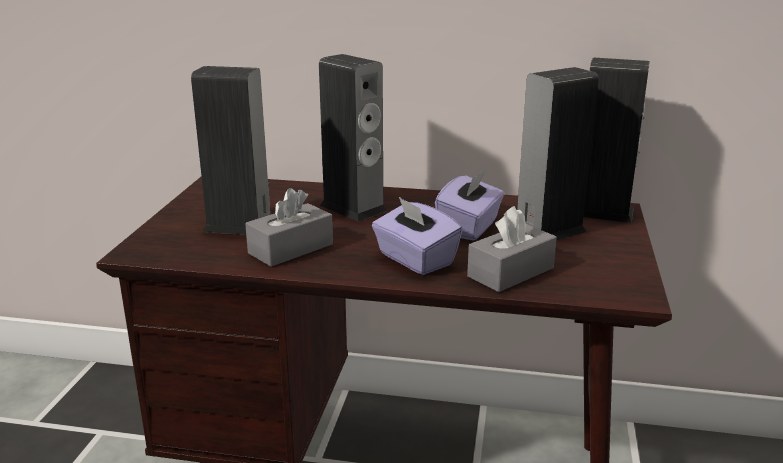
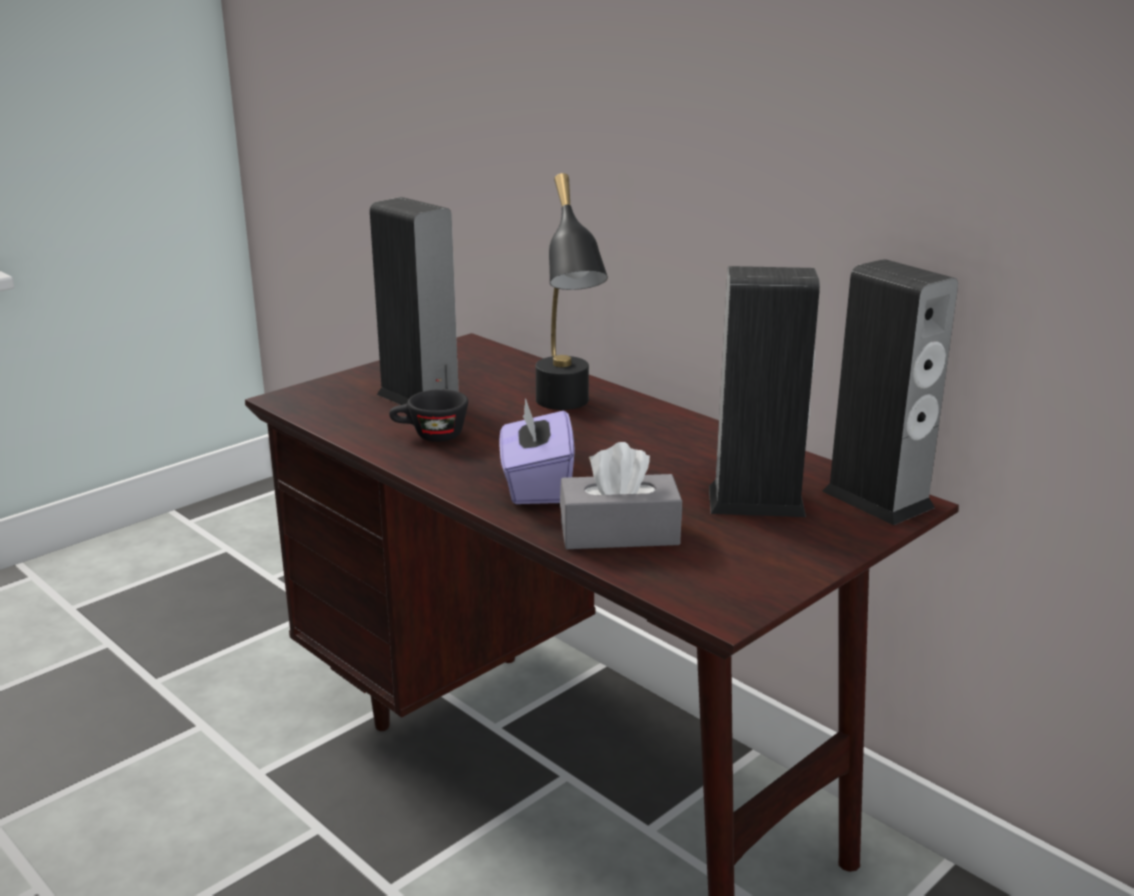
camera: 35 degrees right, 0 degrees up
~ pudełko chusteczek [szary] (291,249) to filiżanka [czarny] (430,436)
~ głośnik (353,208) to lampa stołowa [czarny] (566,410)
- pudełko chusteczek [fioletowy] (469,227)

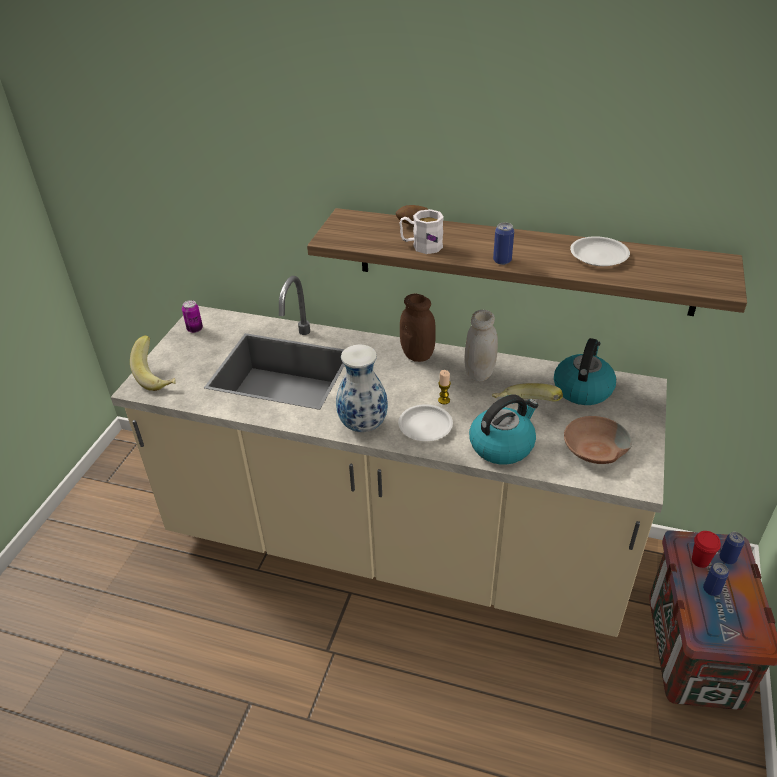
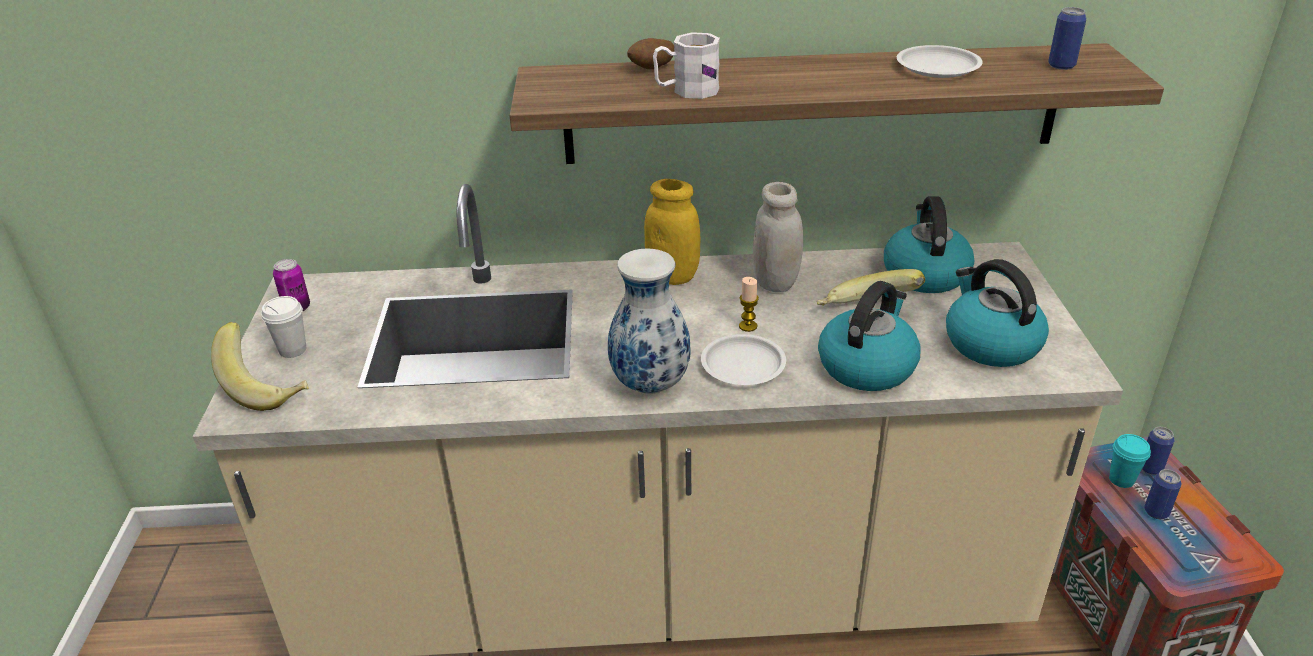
camera: 20 degrees left, 5 degrees down
~ słoik [brązowy] (417,355) to słoik [żółty] (673,276)
~ puszka (502,260) to (1061,66)
~ miska [brązowy] (593,449) to czajnik (990,343)
~ filiżanka [czerwony] (700,561) to filiżanka [turkusowy] (1121,480)
+ filiżanka [biały] (293,350)

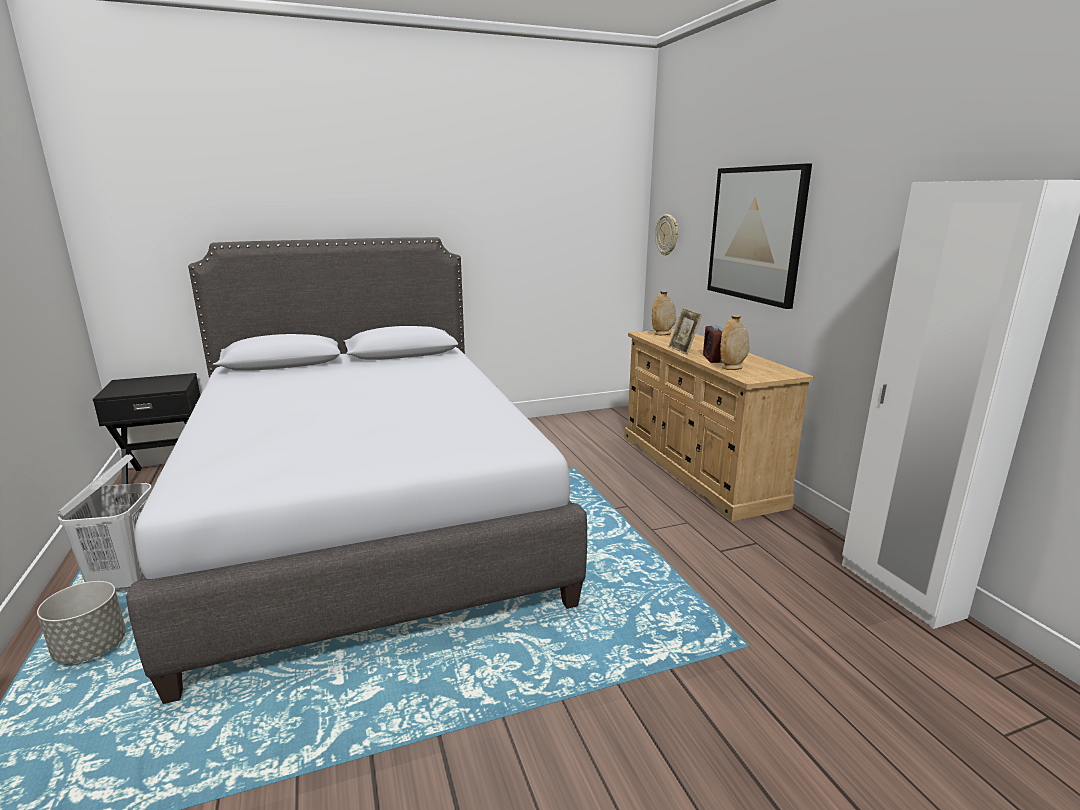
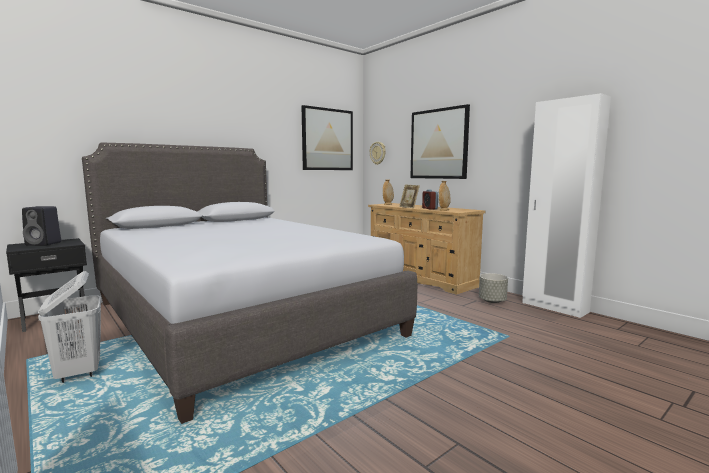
camera: 20 degrees left, 10 degrees down
~ donica [szary] (90,649) to (492,301)
+ głośnik [czarny] (44,244)
+ obraz (327,139)

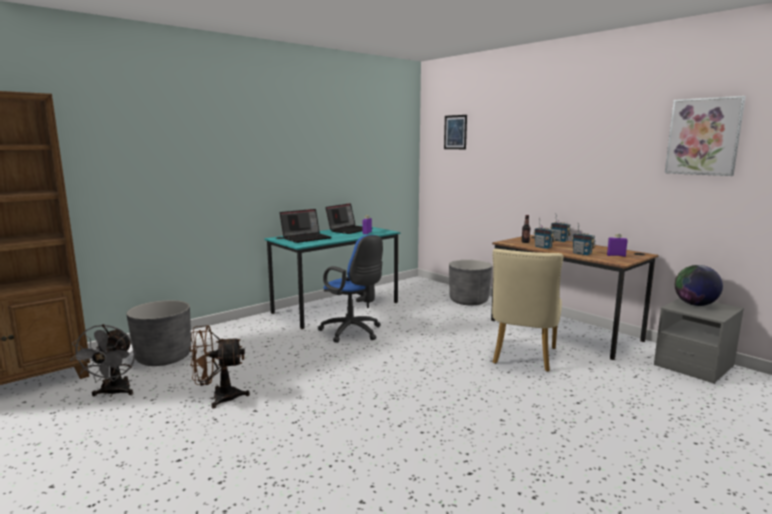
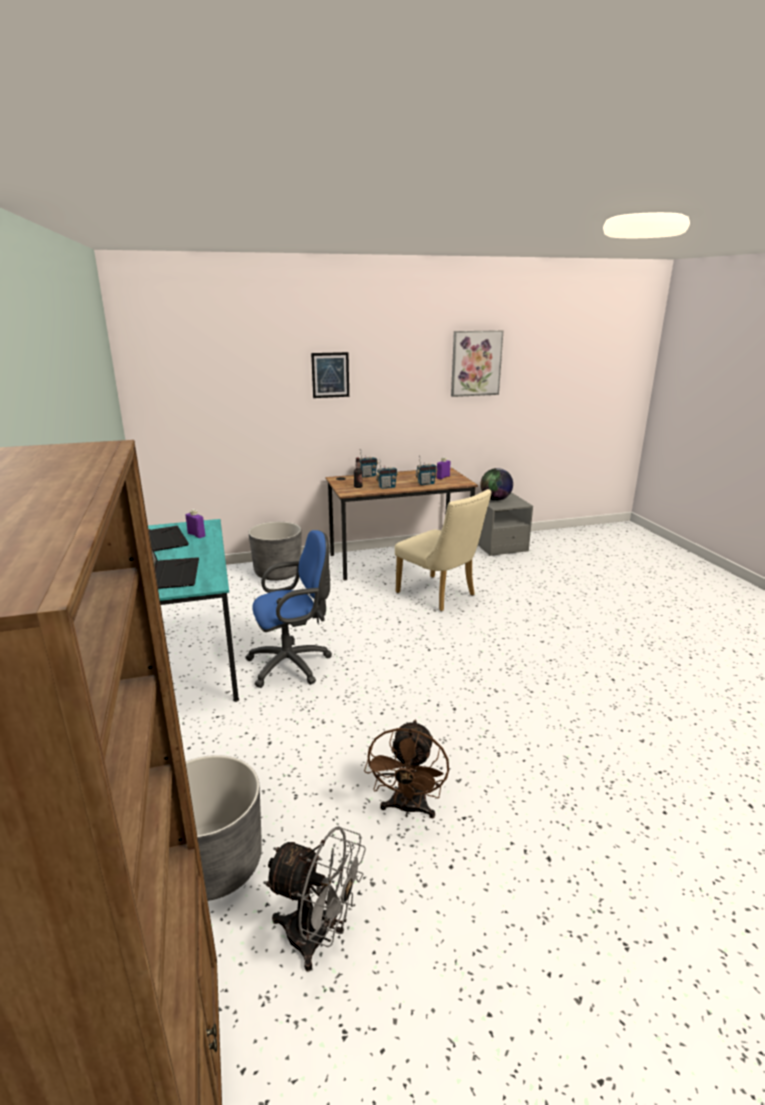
camera: 65 degrees left, 10 degrees up
~ obraz (455,132) to (330,375)

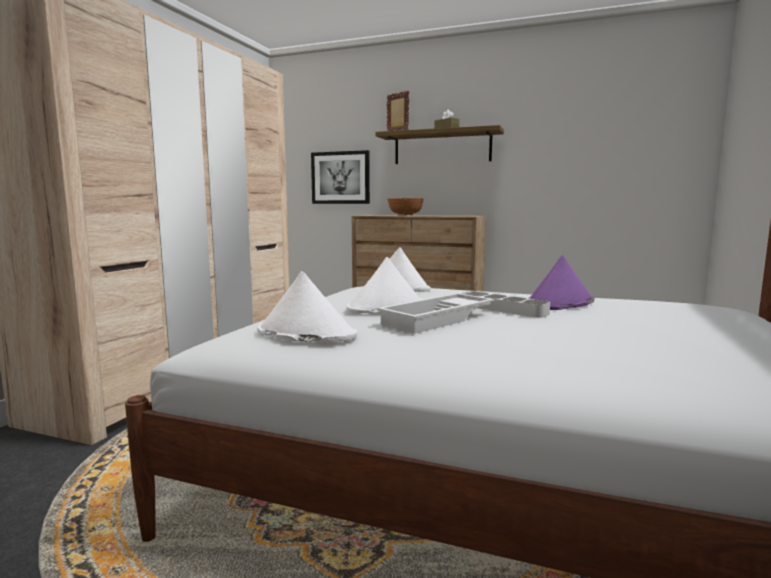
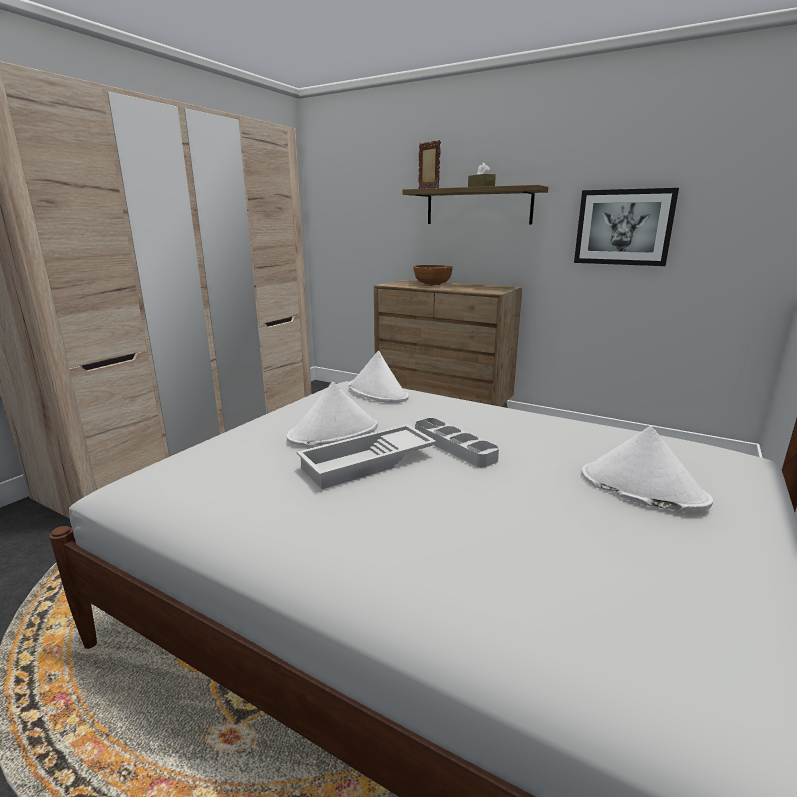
camera: 10 degrees right, 10 degrees up
~ kapelusz [biały] (305,333) to (641,488)
~ obraz (340,178) to (623,227)
- kapelusz [fioletowy] (559,303)

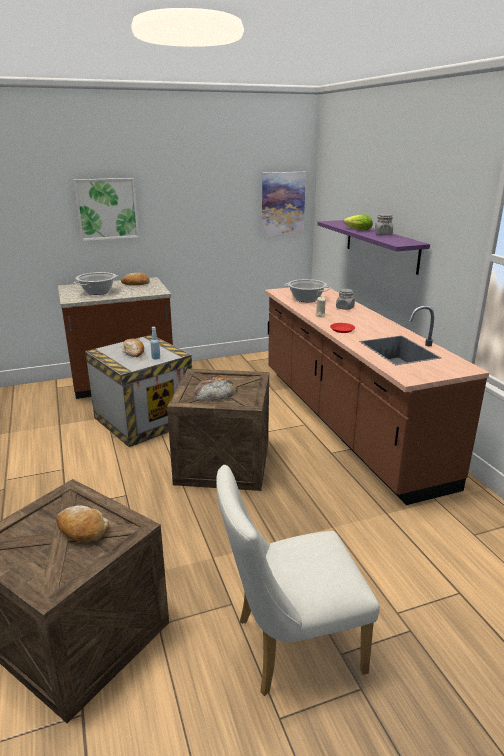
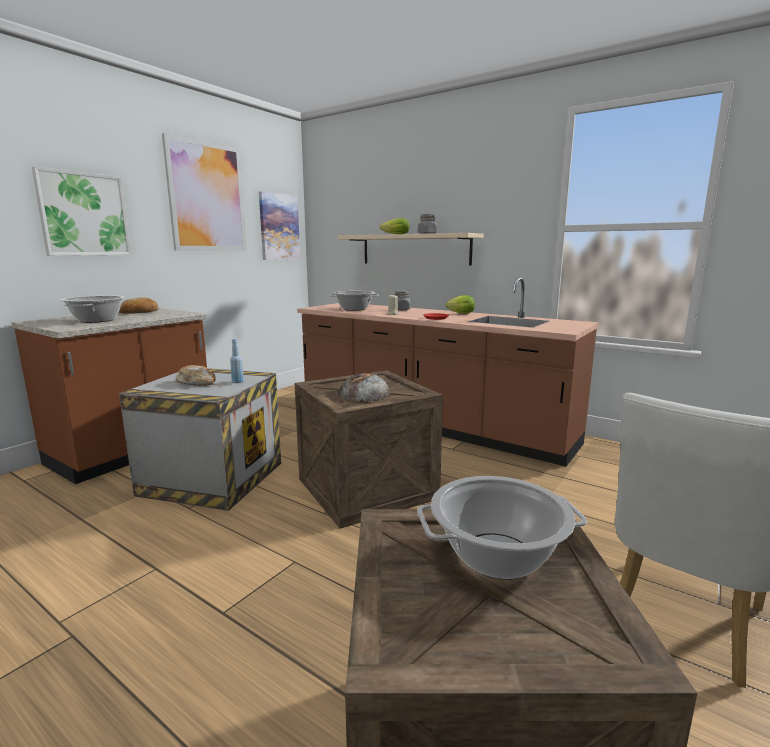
camera: 35 degrees left, 10 degrees down
~ chleb (82,530) to garnek (497,556)
~ półka [fioletowy] (381,245) to półka [beżowy] (415,249)
+ obraz (207,197)
+ sałata (459,313)

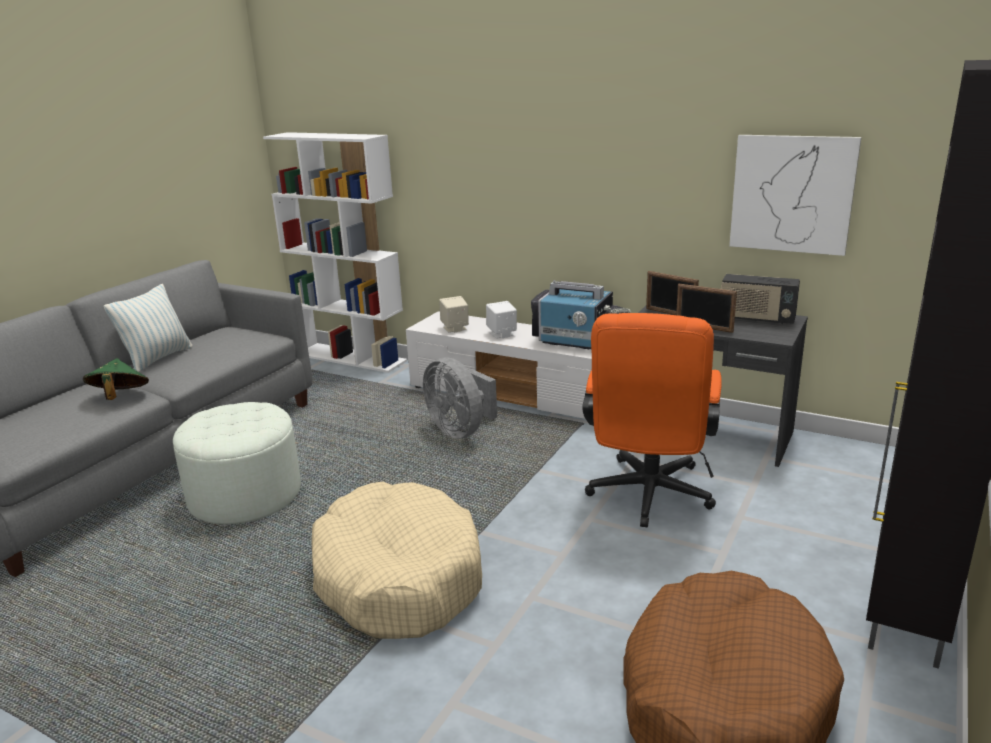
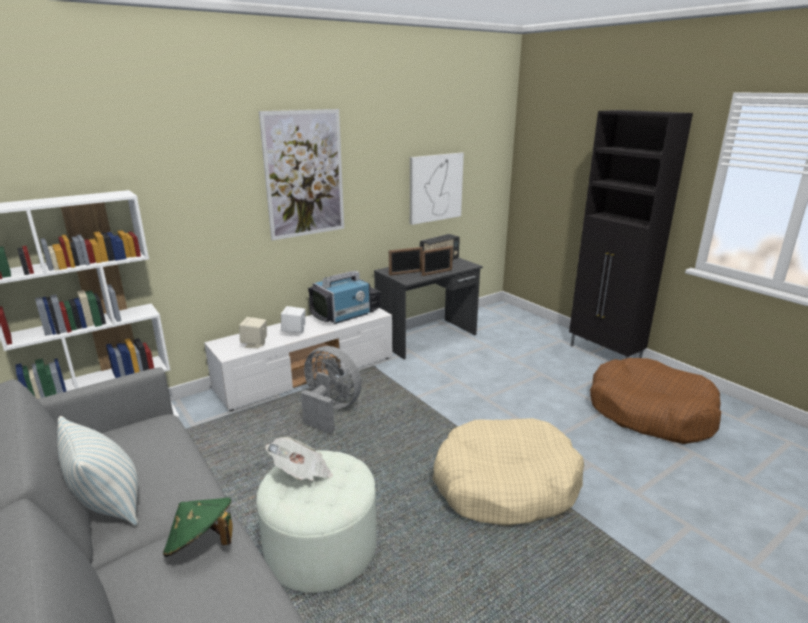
camera: 65 degrees left, 0 degrees up
~ wentylator [szary] (461,430) = (330,410) 135 degrees counterclockwise
- krzesło biurowe [pomarańczowy] (648,498)
+ obraz (304,174)
+ gazeta (301,473)

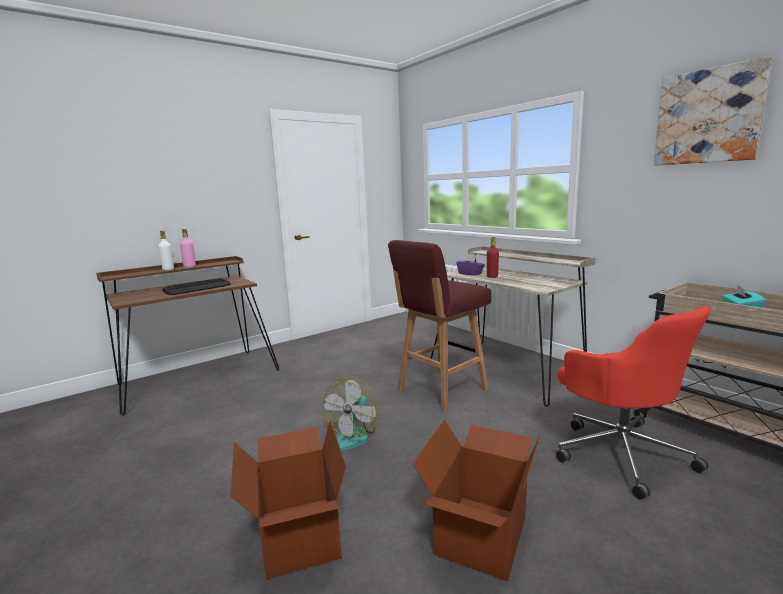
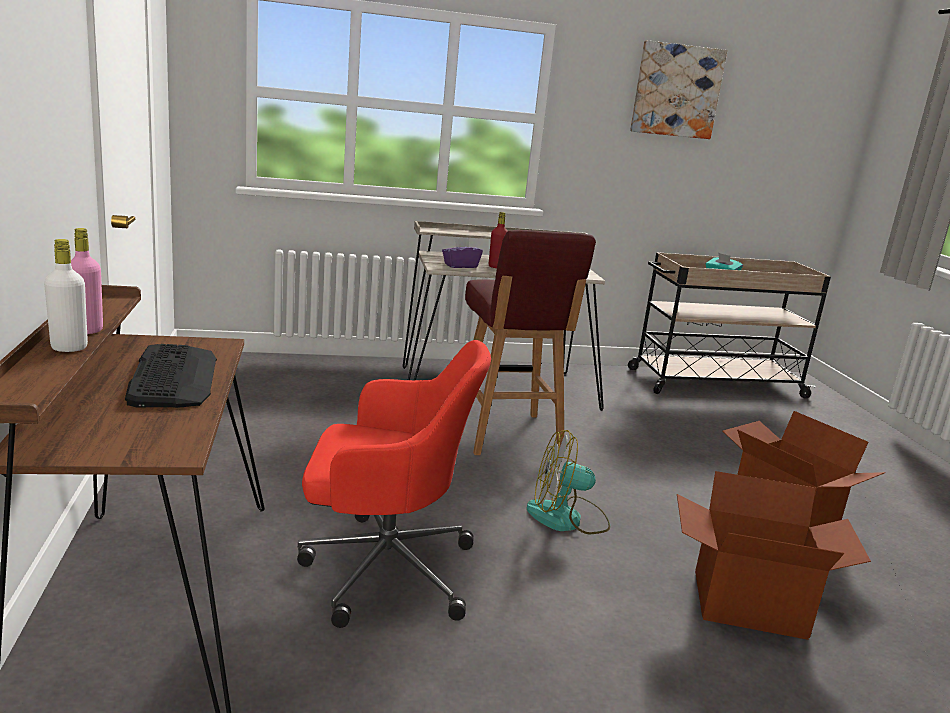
camera: 65 degrees left, 5 degrees up
~ wentylator (352,435) = (567,518) 135 degrees clockwise
~ krzesło biurowe [czerwony] (620,452) to (383,569)

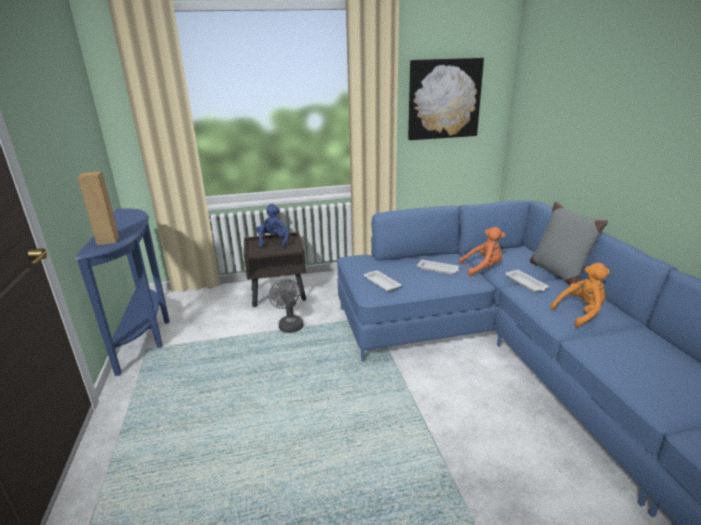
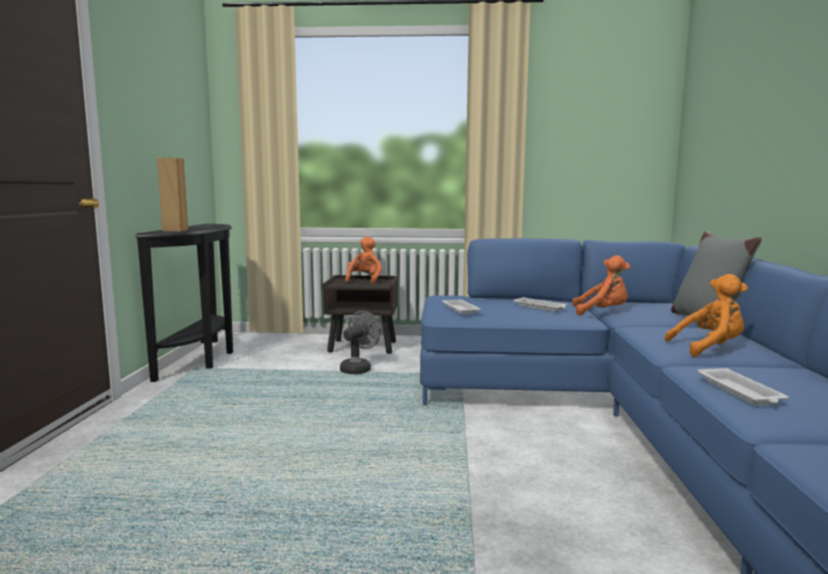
camera: 15 degrees right, 15 degrees down
~ stolik konsolowy [niebieski] (147,335) to stolik konsolowy [czarny] (203,359)
~ pluszak [niebieski] (273,241) to pluszak [pomarańczowy] (365,280)
~ wentylator [szary] (289,324) = (358,368) 45 degrees clockwise
- obraz (444,99)
~ taca [biały] (526,284) to (740,392)

